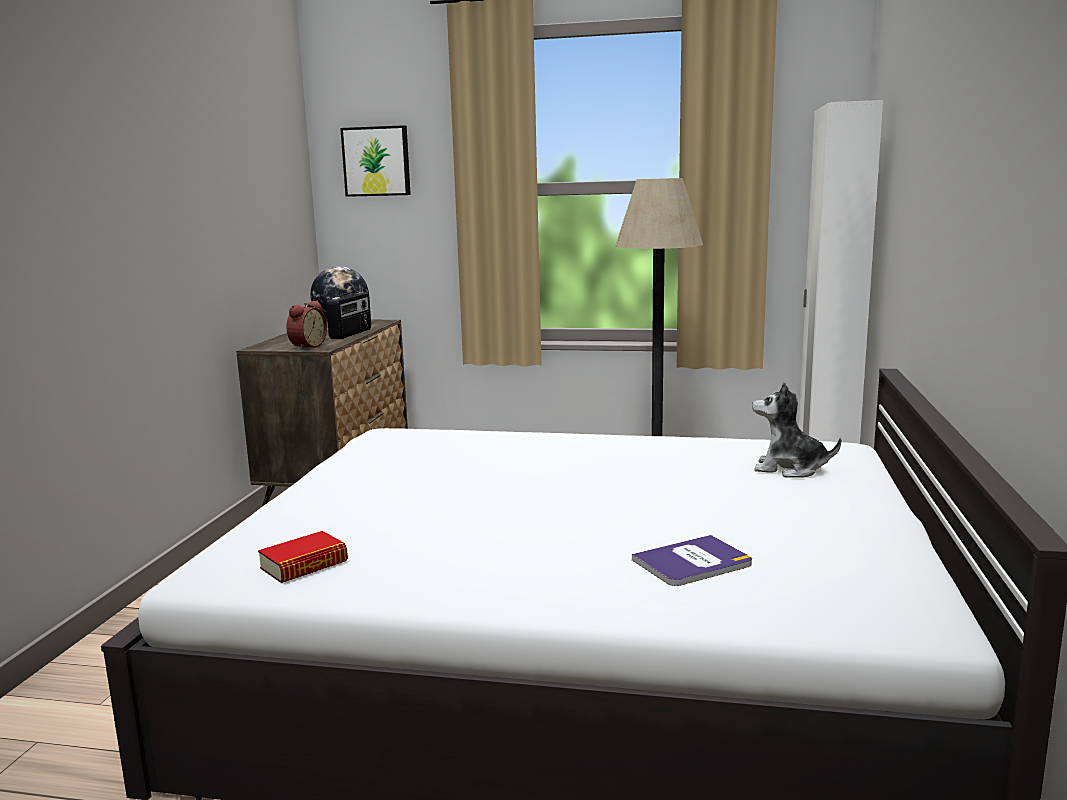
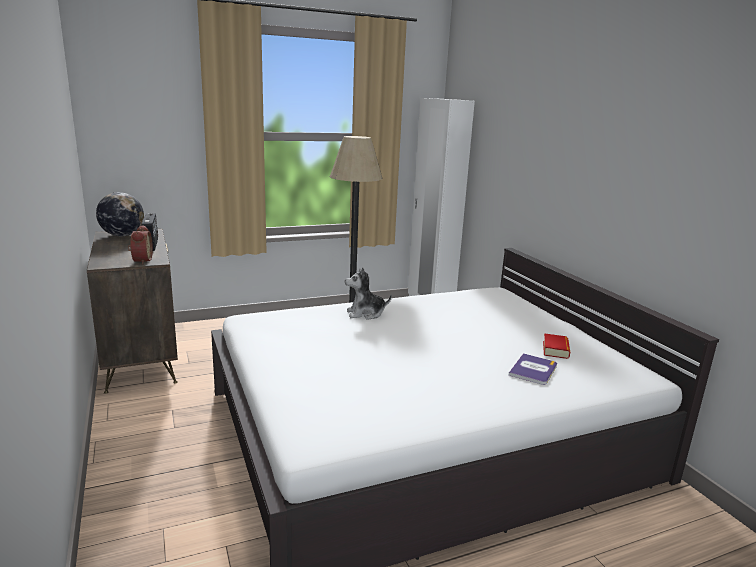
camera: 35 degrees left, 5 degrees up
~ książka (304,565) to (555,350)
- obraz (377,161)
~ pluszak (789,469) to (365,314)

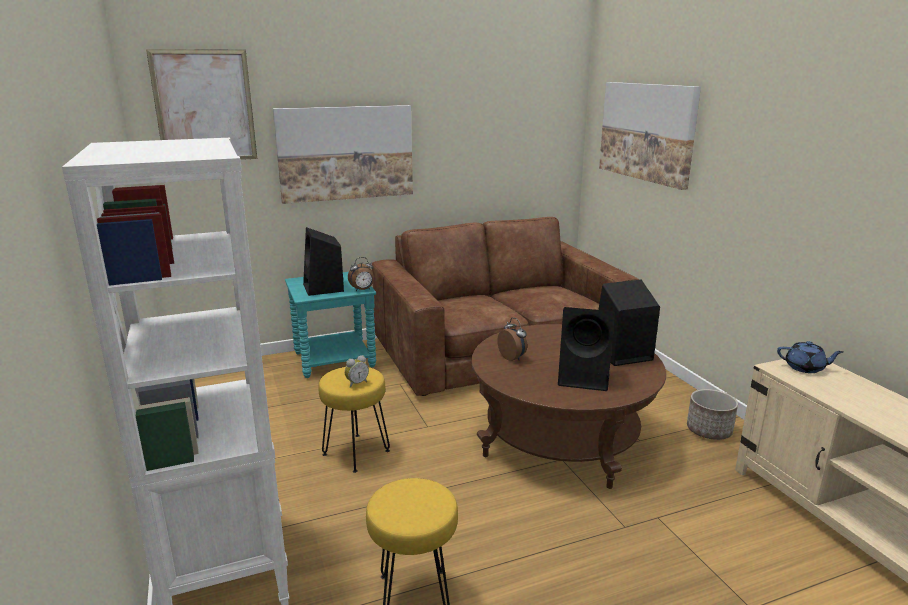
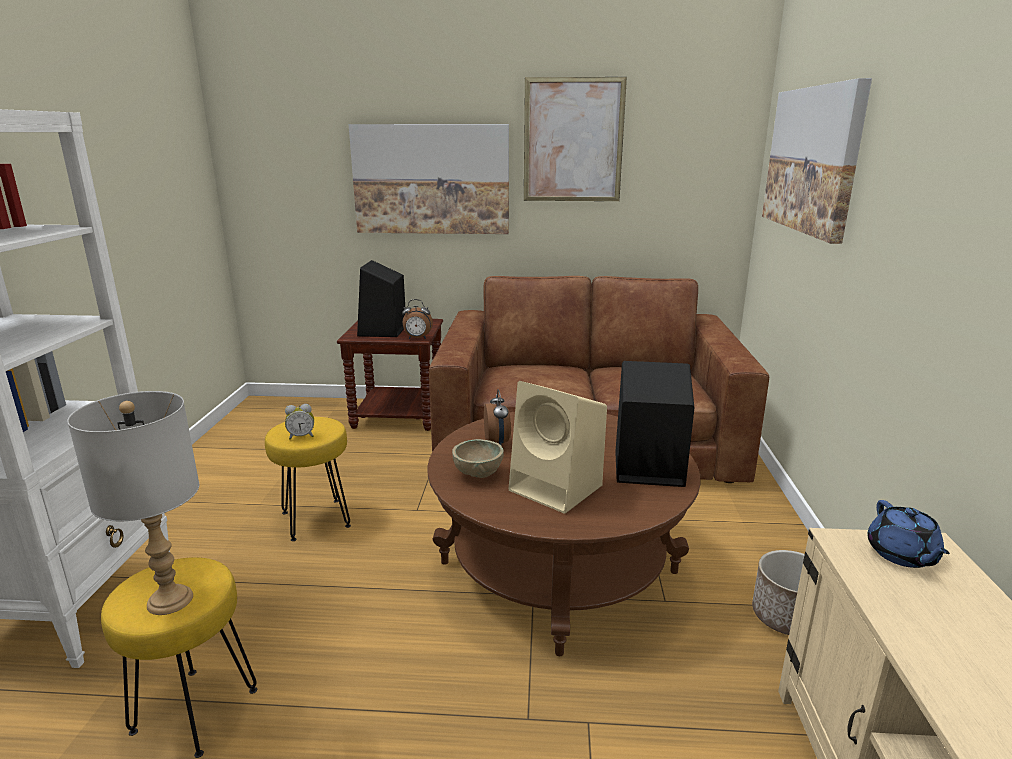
camera: 25 degrees right, 0 degrees up
~ obraz (204,106) to (573,140)
~ stolik [turkusowy] (334,359) to stolik [brązowy] (398,415)
~ głośnik [czarny] (585,377) to głośnik [beżowy] (558,488)
~ imbryk [niebieski] (805,368) = (902,555) 45 degrees clockwise
+ lampa stołowa [szary] (170,601)
+ miska [beżowy] (478,474)

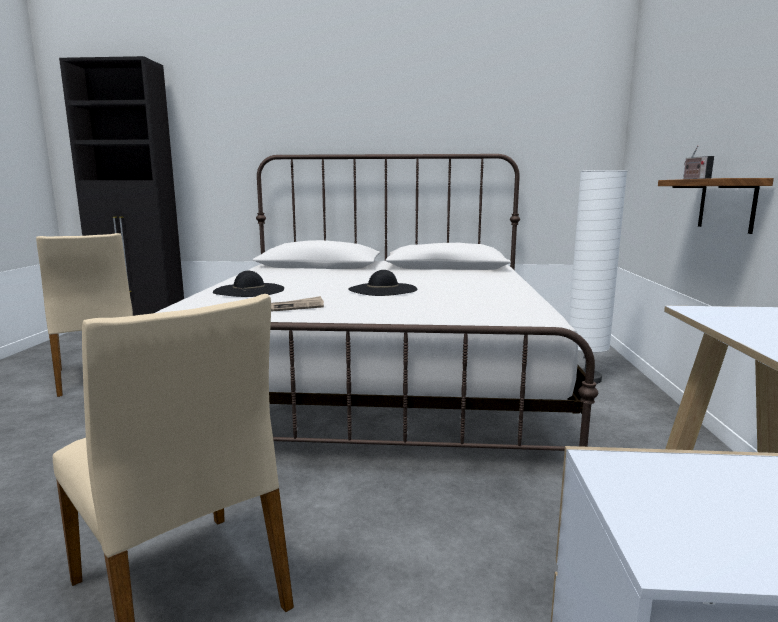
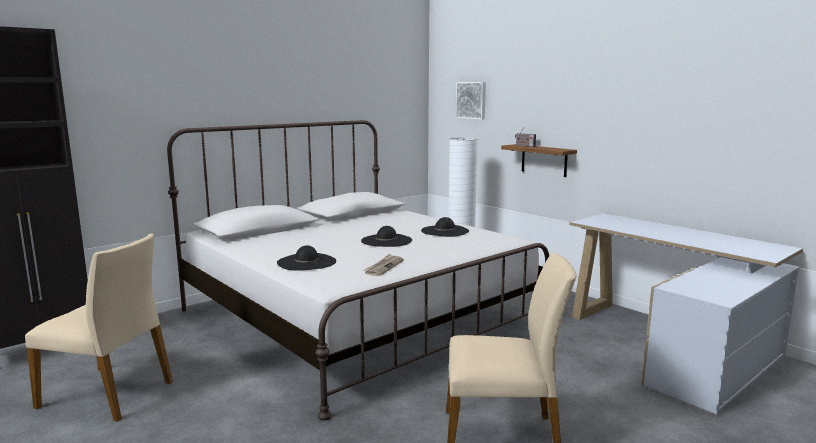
camera: 45 degrees left, 0 degrees up
+ kapelusz [czarny] (445,231)
+ obraz (471,100)

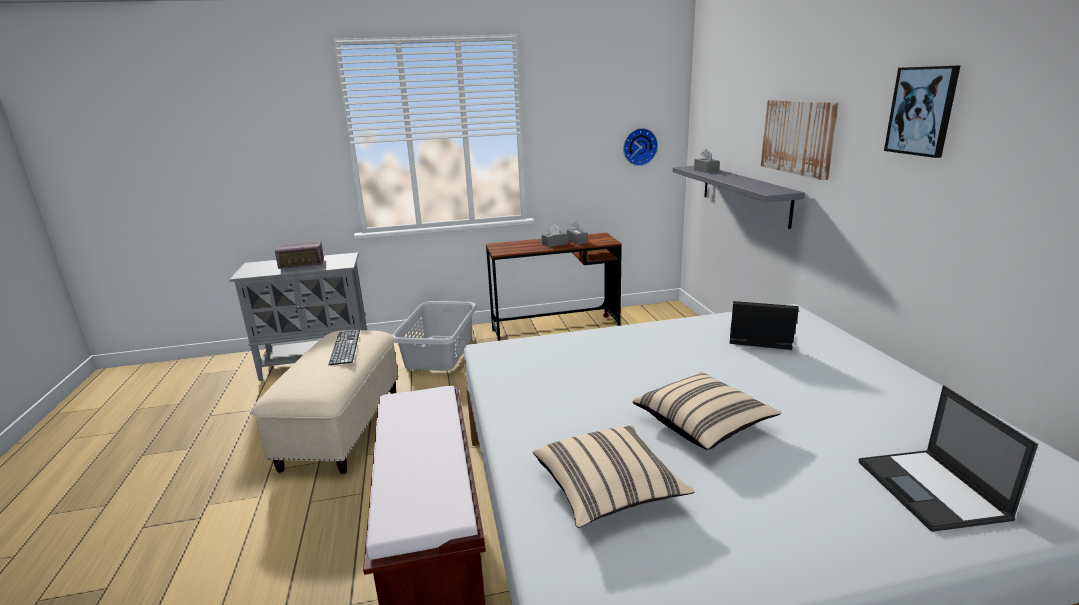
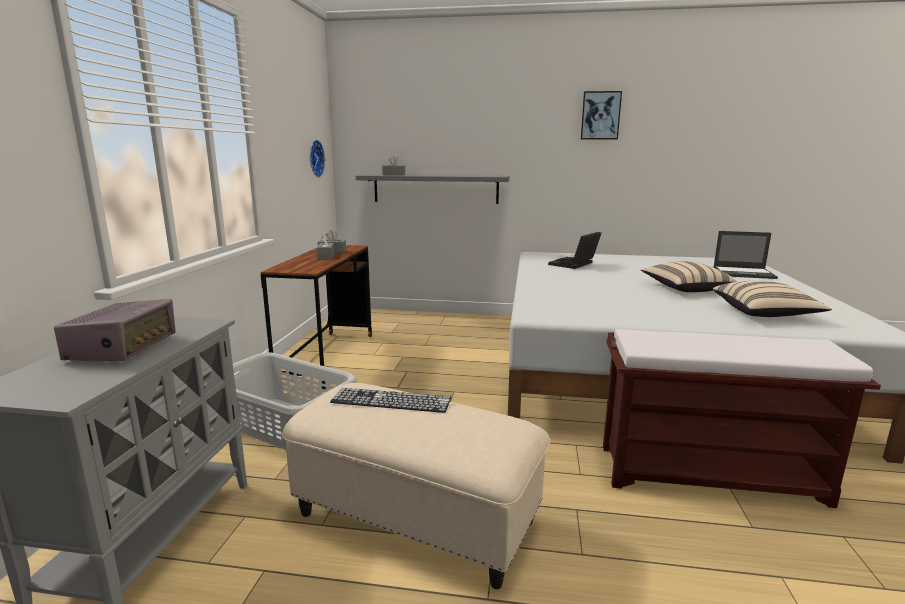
camera: 70 degrees left, 5 degrees down
- obraz (798,137)

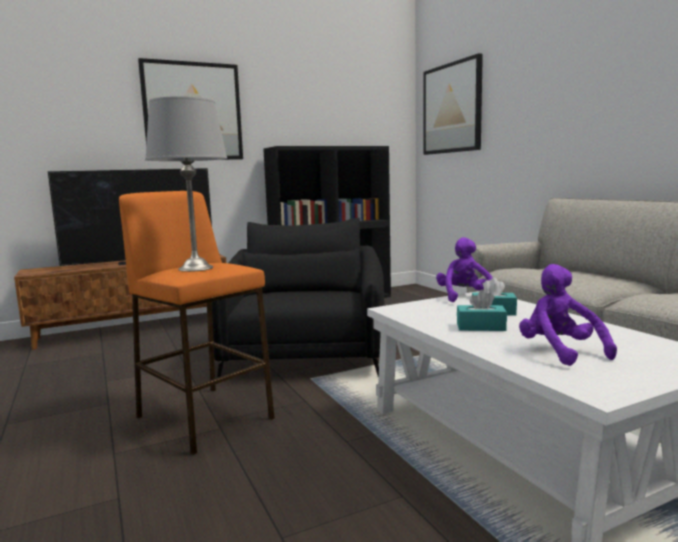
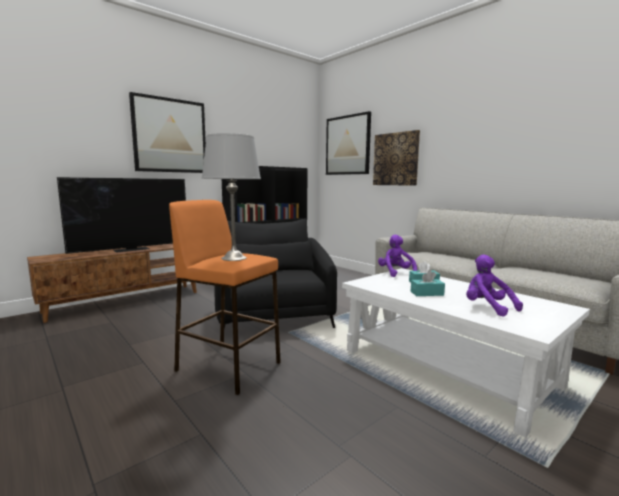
camera: 15 degrees left, 0 degrees up
+ obraz (395,159)

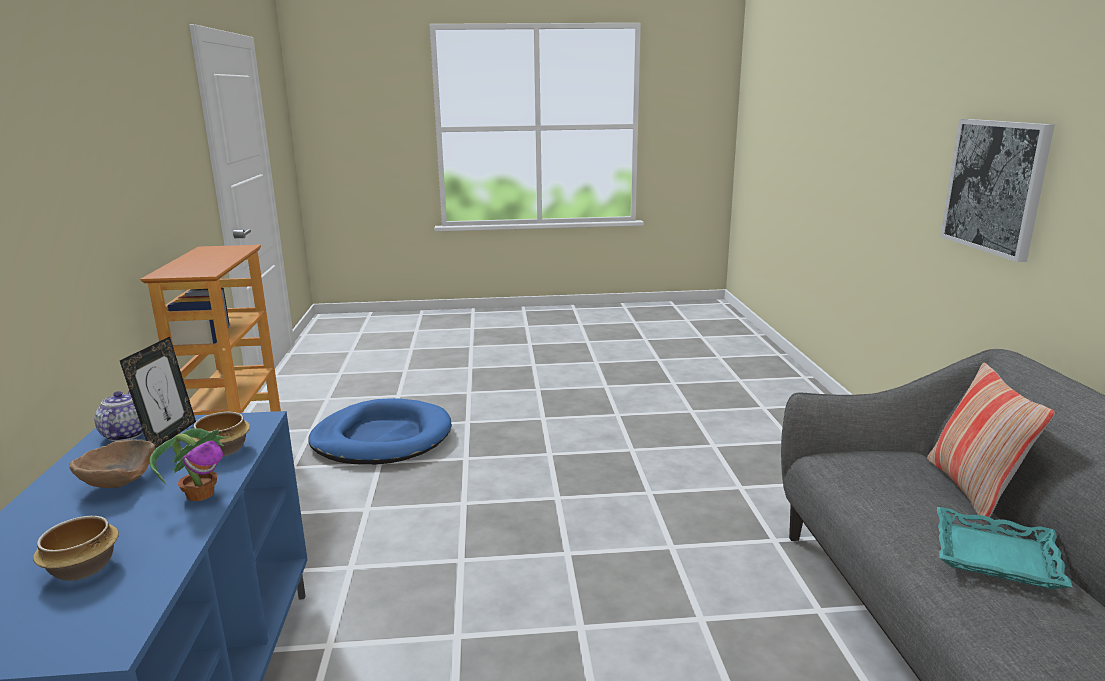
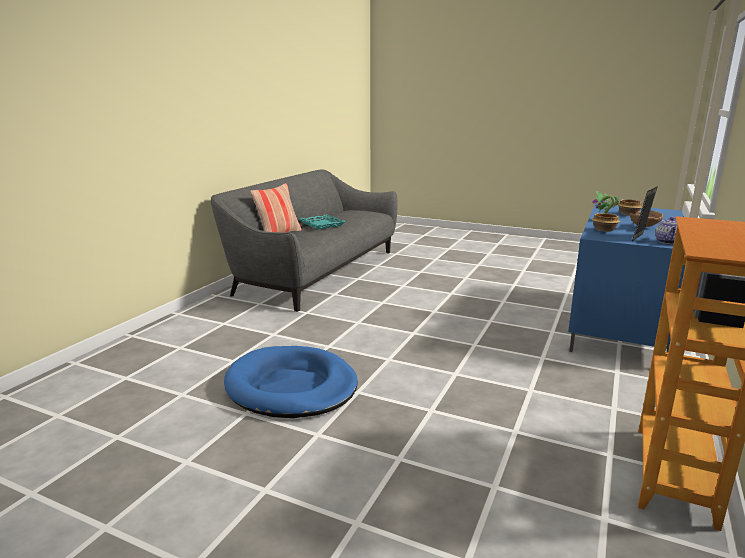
camera: 150 degrees left, 0 degrees up
~ legowisko [niebieski] (382,438) to (291,387)
- obraz (995,186)

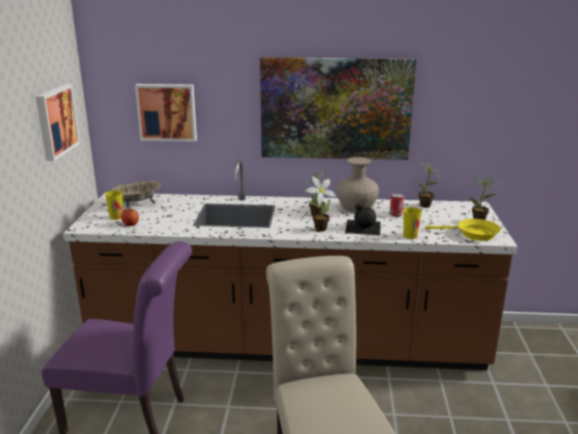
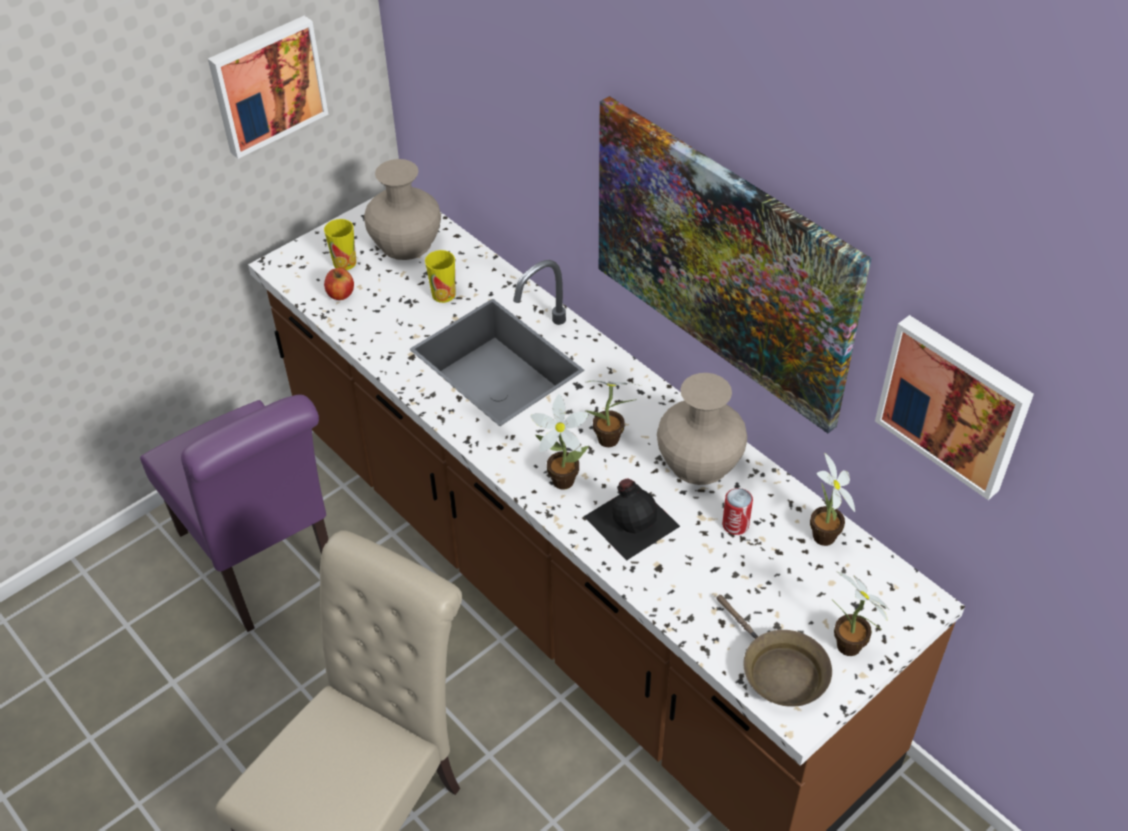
camera: 45 degrees right, 25 degrees up
~ miska [beżowy] (137,204) to wazon [beżowy] (405,243)
~ obraz (167,112) to (954,403)
~ filiżanka (410,236) to (443,294)
~ patelnia [żółty] (473,234) to patelnia [brązowy] (779,670)

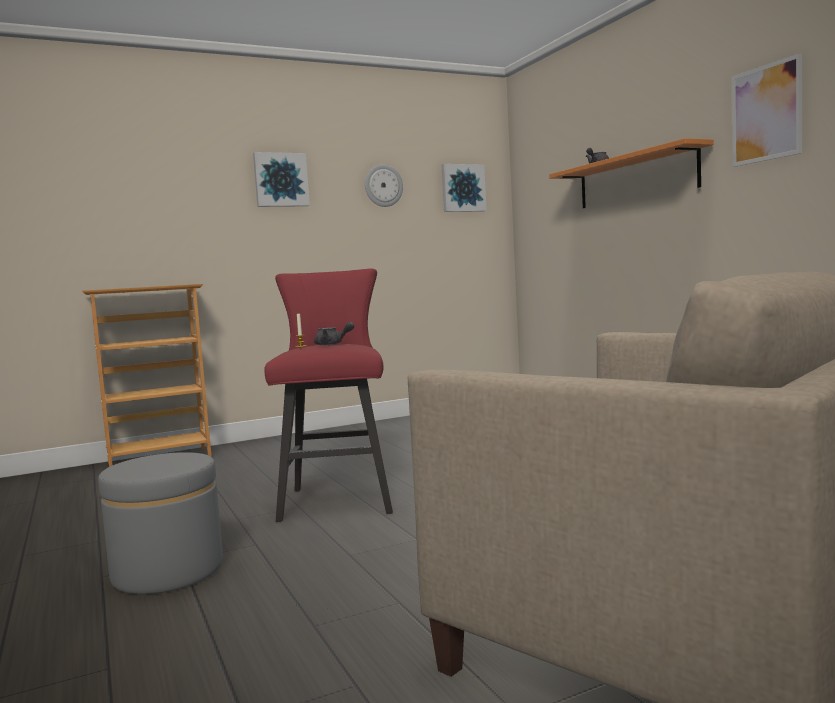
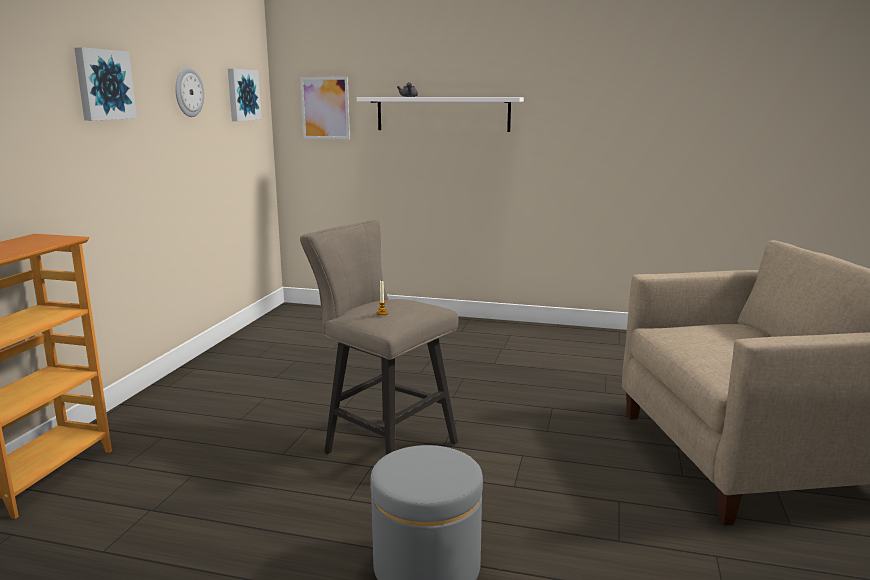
camera: 50 degrees left, 10 degrees up
~ stołek [czerwony] (338,498) to stołek [beżowy] (383,446)
- imbryk [szary] (332,344)
~ półka [pomarańczowy] (635,179) to półka [biały] (442,114)
~ obraz (766,113) to (325,108)

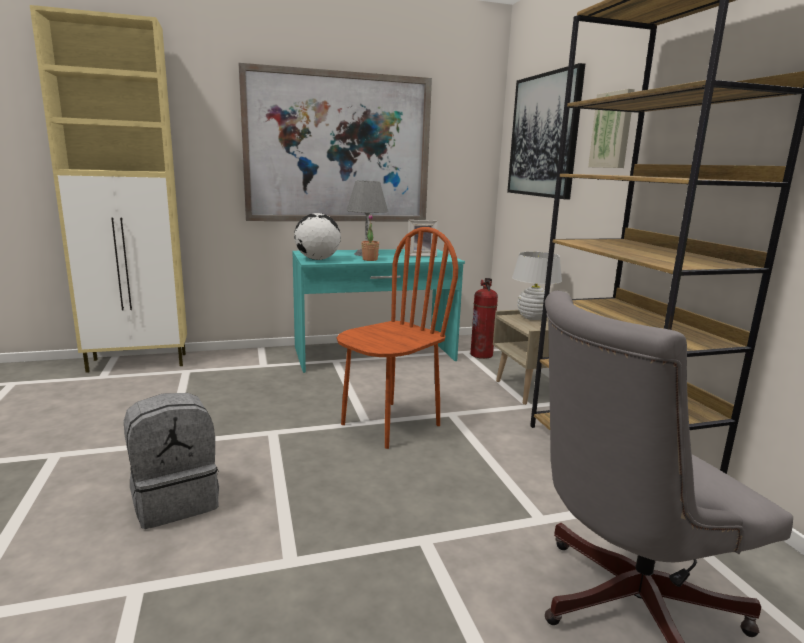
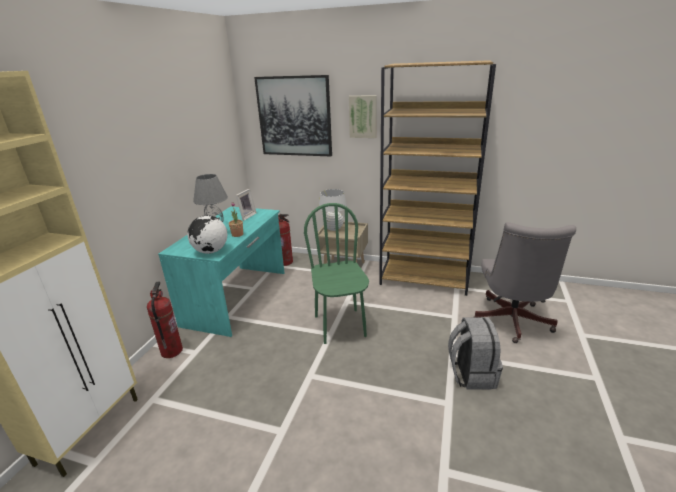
camera: 55 degrees left, 10 degrees up
~ plecak [szary] (176,500) to (471,374)
- obraz (338,148)
~ krzesło [brązowy] (390,424) to krzesło [zielony] (340,326)
+ gaśnica (171,351)

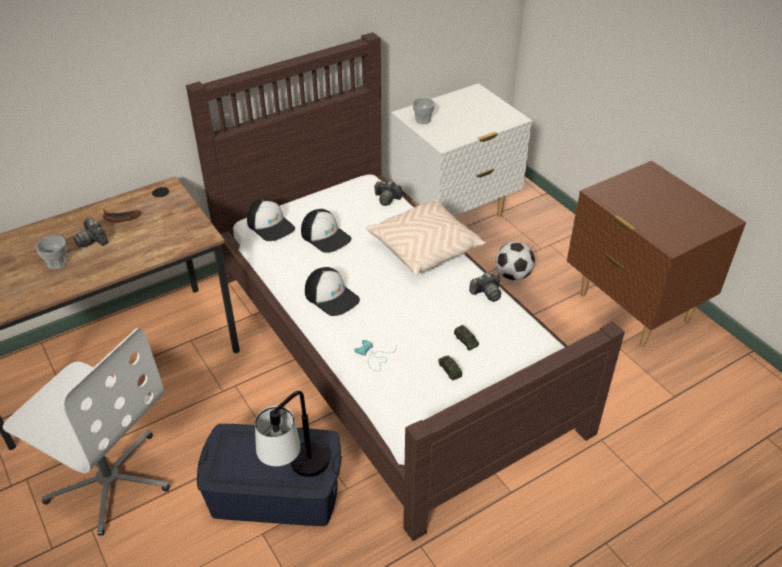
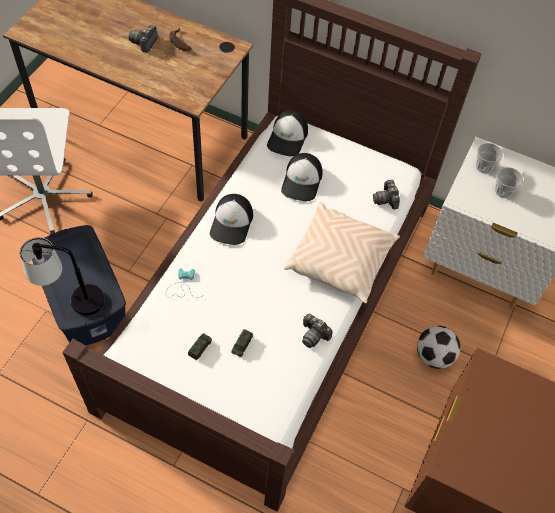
camera: 55 degrees right, 15 degrees up
~ filiżanka (57,263) to (503,191)

